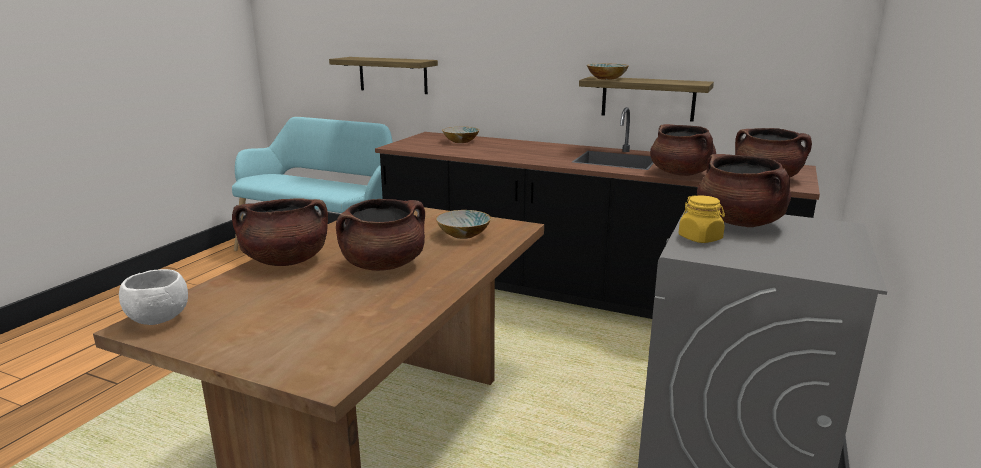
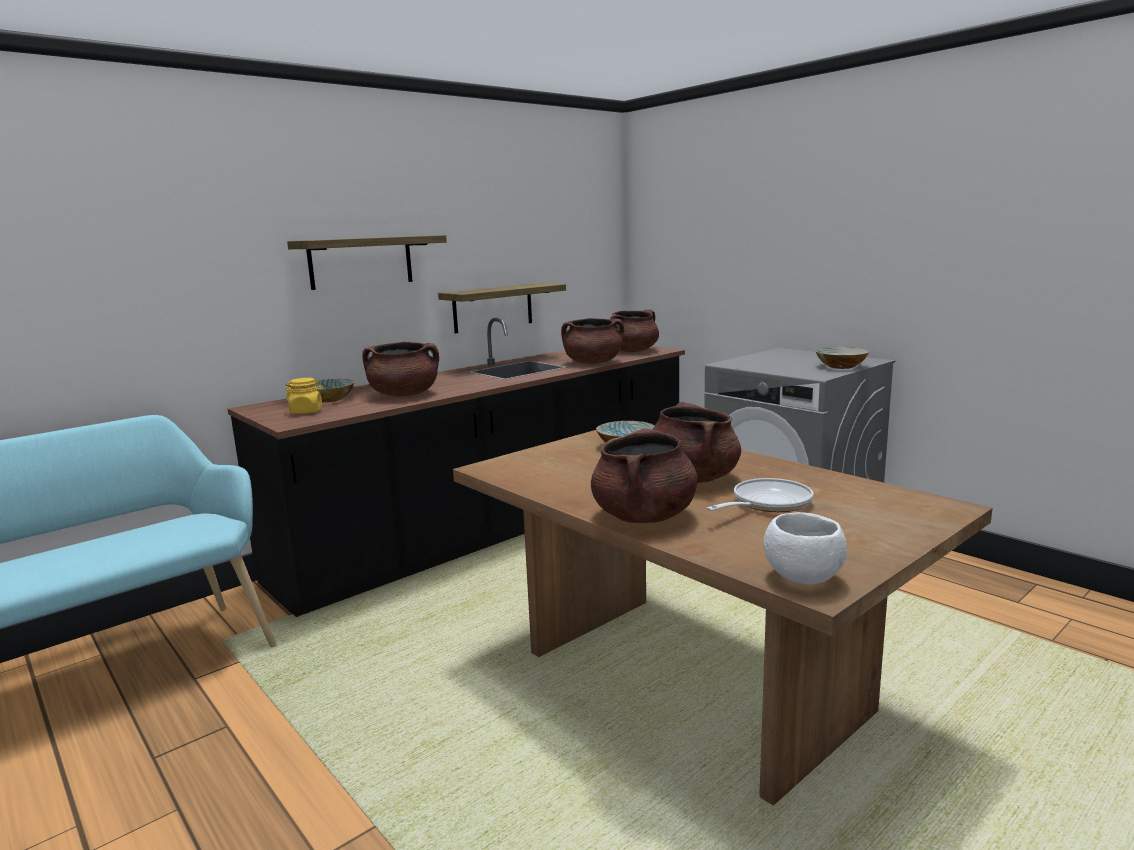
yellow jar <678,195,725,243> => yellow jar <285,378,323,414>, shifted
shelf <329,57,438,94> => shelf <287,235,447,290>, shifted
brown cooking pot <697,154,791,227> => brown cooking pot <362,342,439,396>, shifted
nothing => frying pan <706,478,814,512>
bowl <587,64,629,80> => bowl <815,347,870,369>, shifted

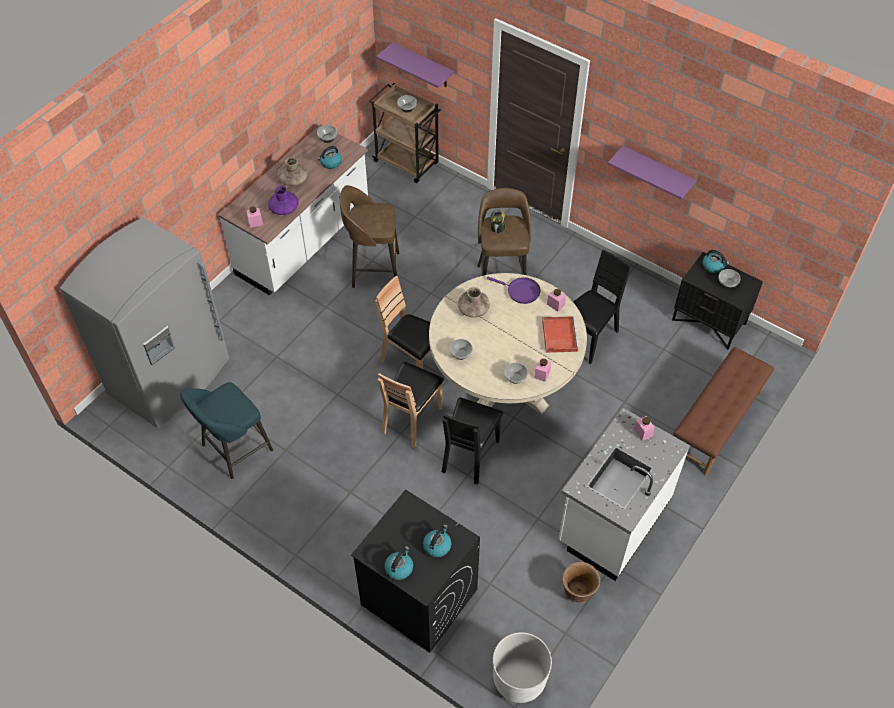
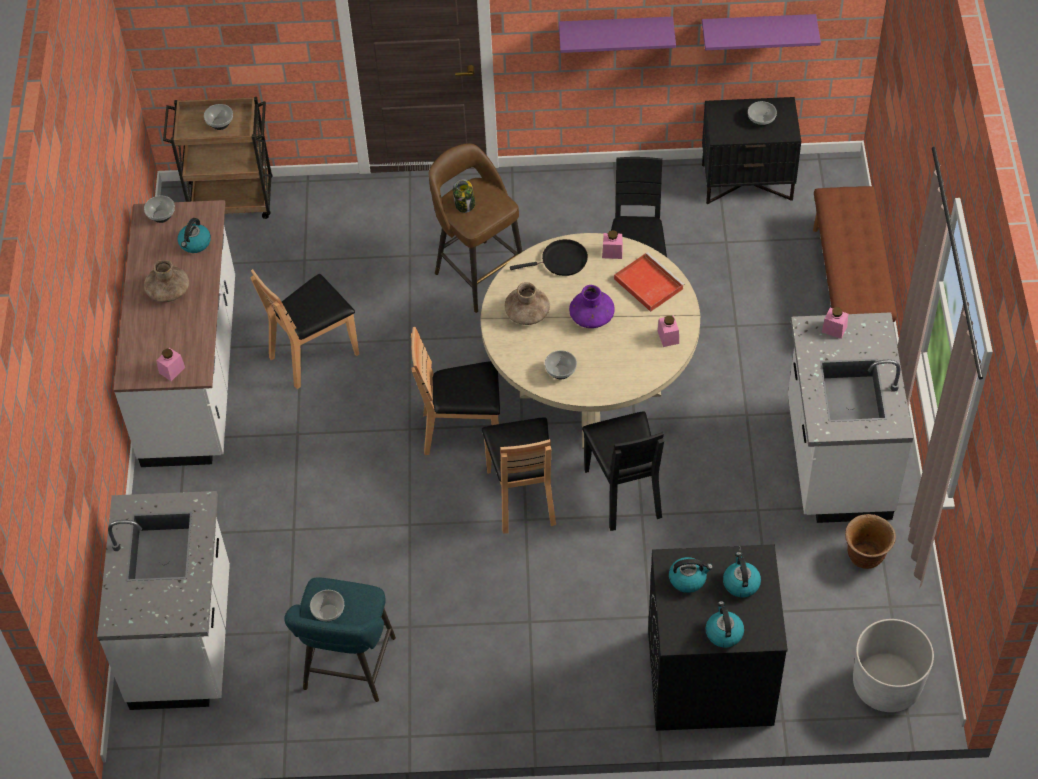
grey fridge <60,217,229,428> => white counter <97,491,230,710>
brown stool <340,185,400,288> => brown chair <250,269,359,389>
bowl <504,363,528,384> => bowl <310,590,344,621>, shifted
purple frying pan <487,277,540,304> => black frying pan <510,239,588,276>
purple vase <268,186,299,215> => purple vase <569,285,615,328>, shifted
kettle <703,250,729,273> => kettle <669,557,713,593>, shifted
purple shelf <376,42,454,88> => purple shelf <702,14,821,50>, shifted

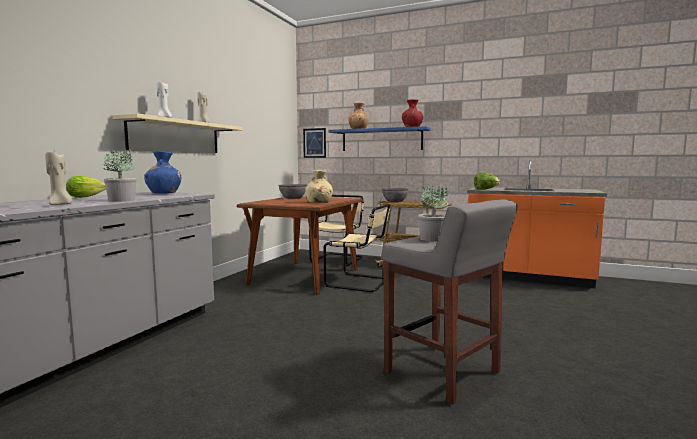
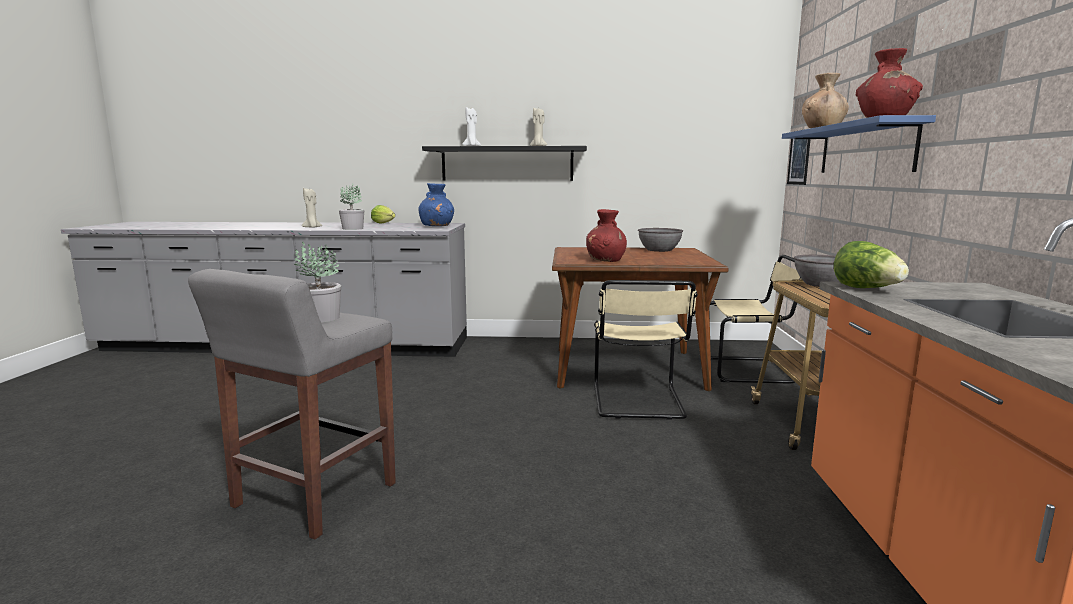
beige shelf <112,113,242,153> => black shelf <422,146,587,181>
beige vase <305,170,333,203> => red vase <586,209,627,262>

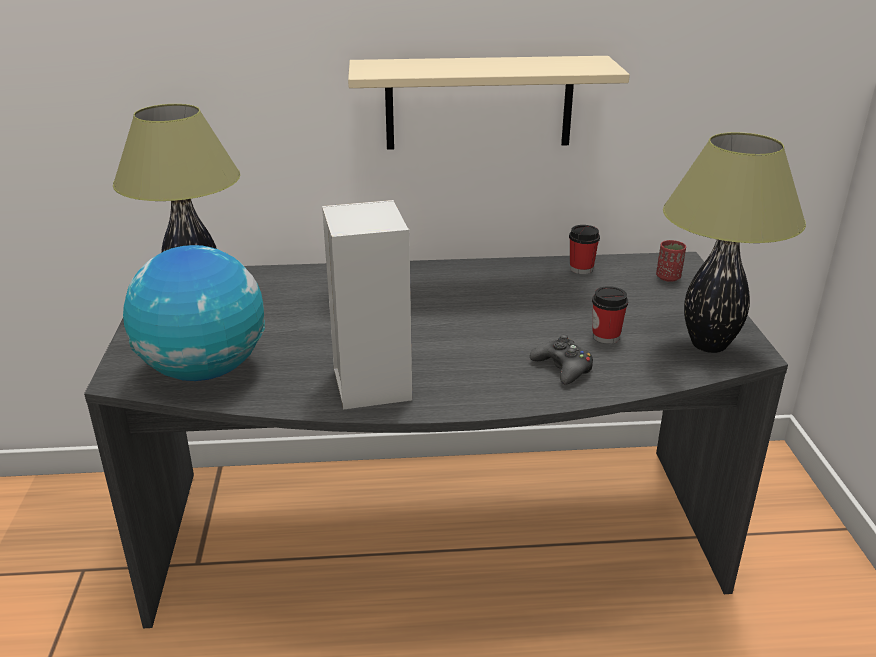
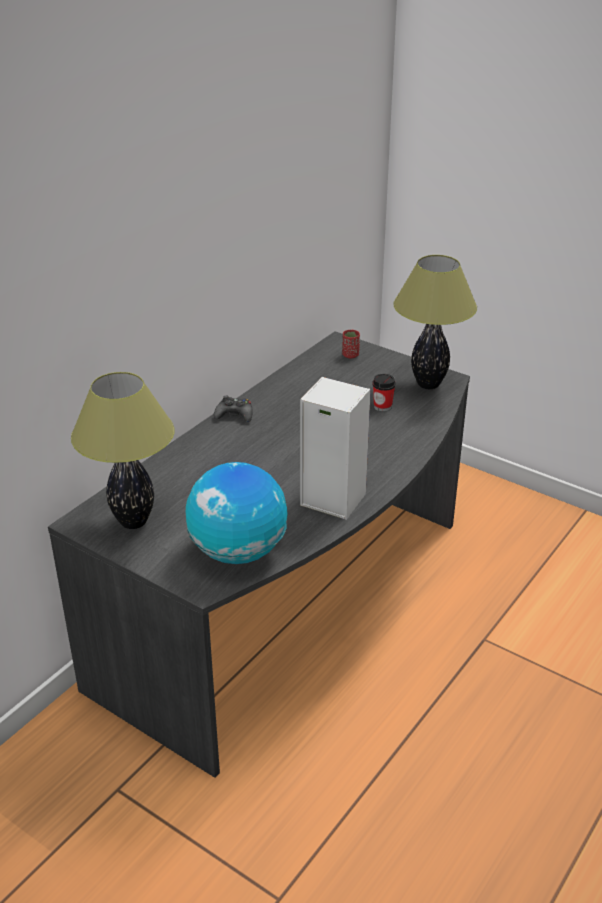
black game controller <530,334,593,385> => black game controller <214,396,253,422>, shifted
beige shelf <348,56,630,150> => nothing
cup <569,225,600,274> => nothing

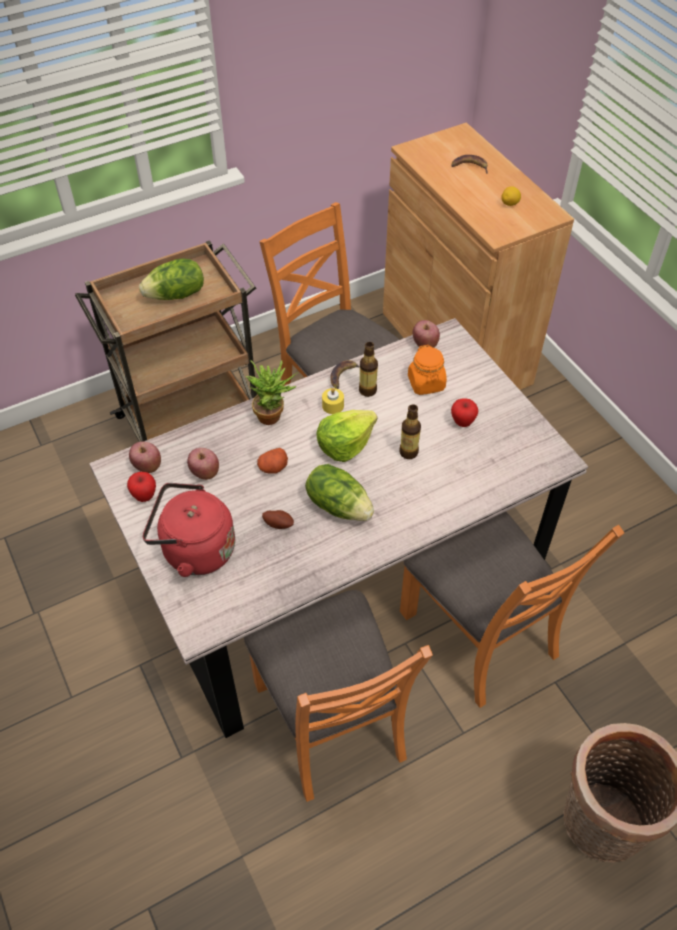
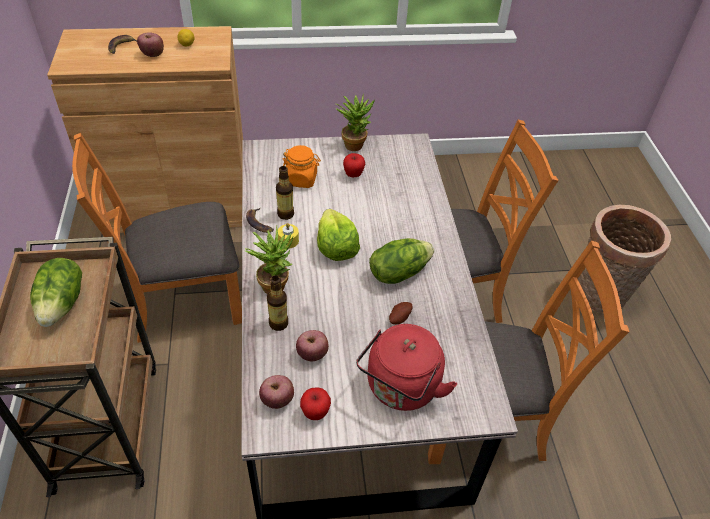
apple <413,320,440,348> => apple <137,33,164,57>, shifted
bottle <399,404,421,459> => bottle <267,275,288,331>, shifted
nothing => potted plant <335,94,375,151>
potato <257,448,288,474> => nothing

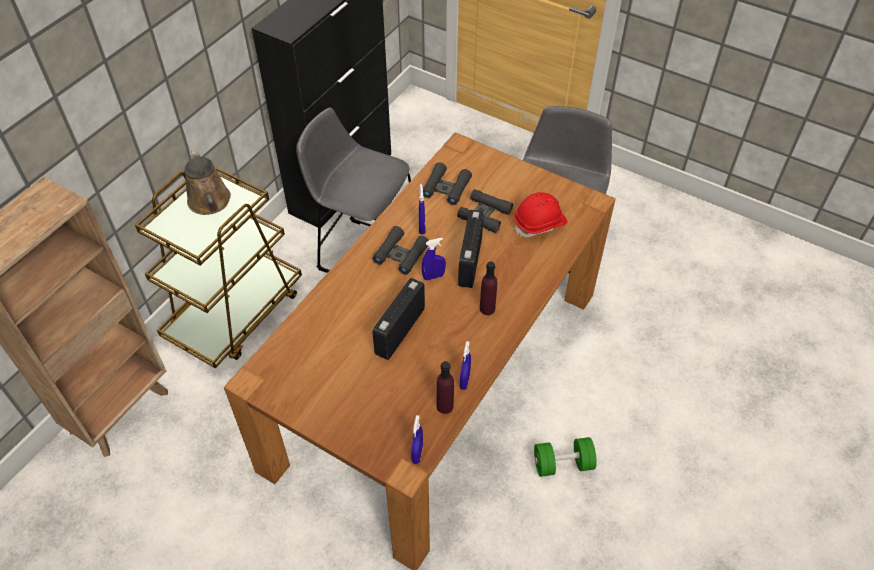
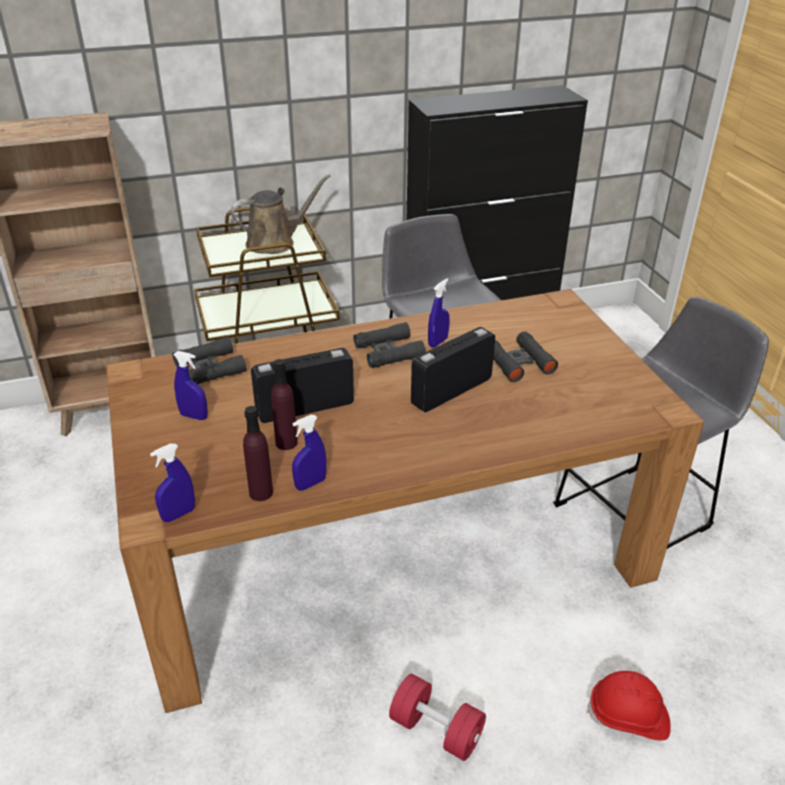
black binoculars <423,162,472,205> => black binoculars <172,337,246,384>, shifted
blue spray bottle <422,238,446,280> => blue spray bottle <173,351,208,420>, shifted
brown watering can <184,148,231,215> => brown watering can <230,174,331,254>, 135 degrees counterclockwise
purple bottle <480,261,497,315> => purple bottle <271,359,298,450>, shifted
green dumbbell <534,437,597,477> => red dumbbell <389,674,486,761>
red hard hat <514,192,567,237> => red hard hat <587,671,671,741>, shifted

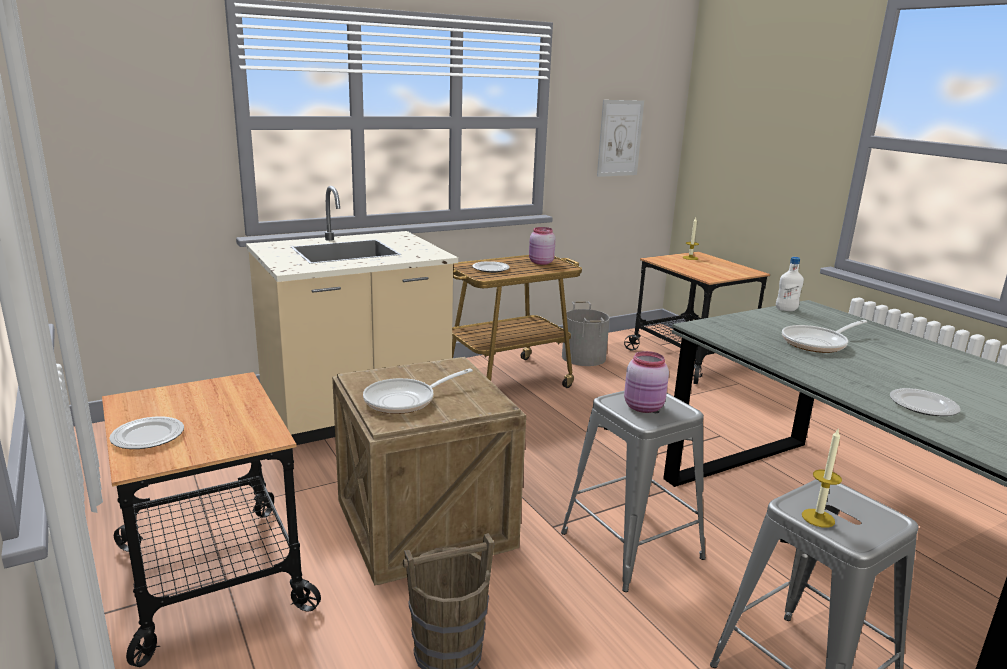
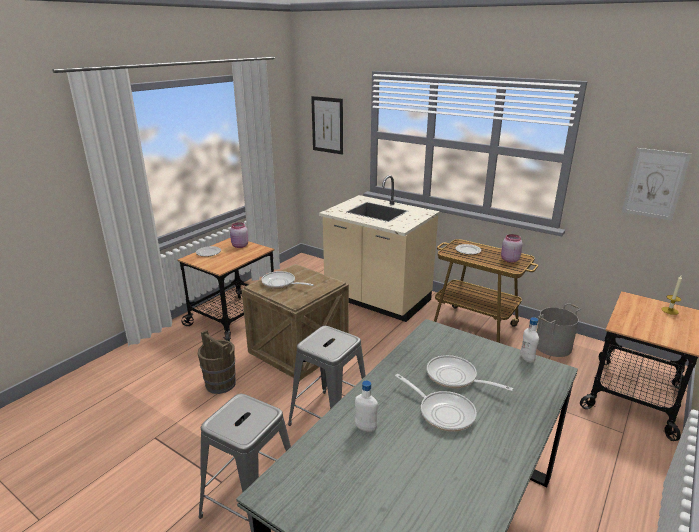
pink jar <624,351,669,413> => pink jar <230,222,249,248>, shifted
nothing => picture <311,96,343,155>
plate <890,388,961,416> => white bottle <355,380,378,432>
nothing => frying pan <395,374,477,432>
candle <802,429,842,528> => nothing

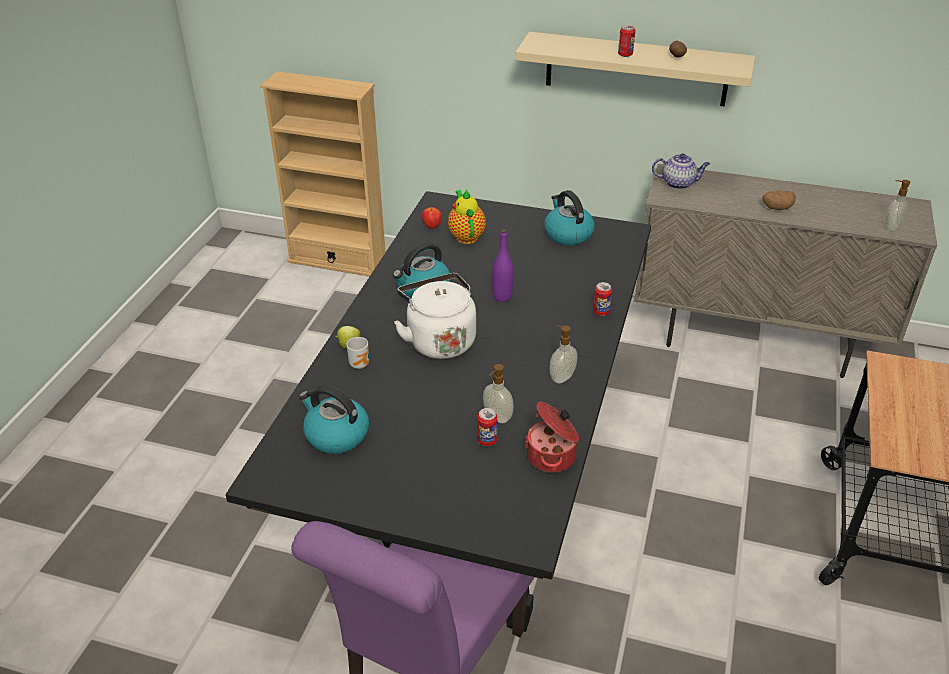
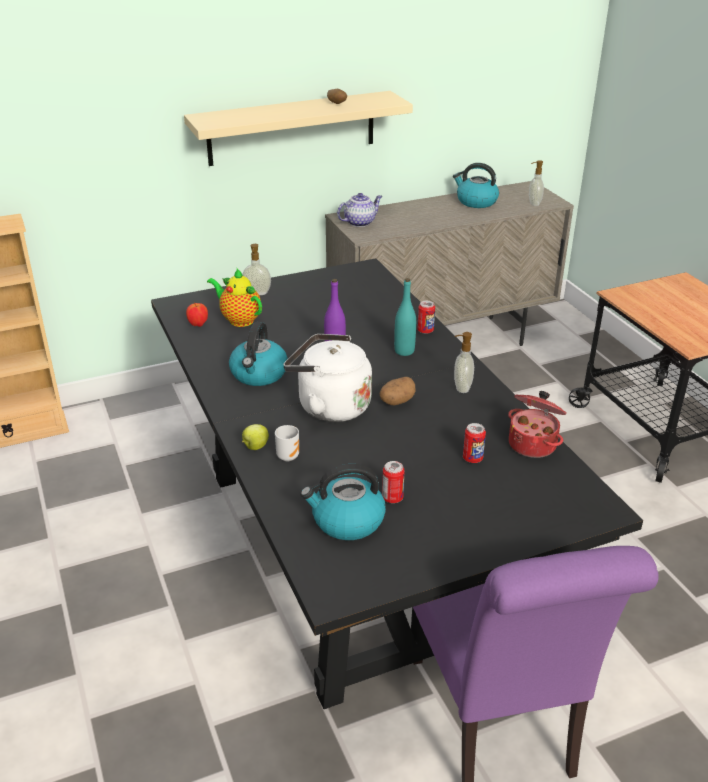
soap dispenser <483,364,514,423> => soap dispenser <242,244,271,295>, shifted
potato <762,190,796,210> => potato <380,377,416,405>, shifted
can <618,25,635,57> => can <382,461,405,503>, shifted
nothing => turquoise bottle <394,278,416,356>
kettle <544,190,595,246> => kettle <453,163,499,208>, shifted

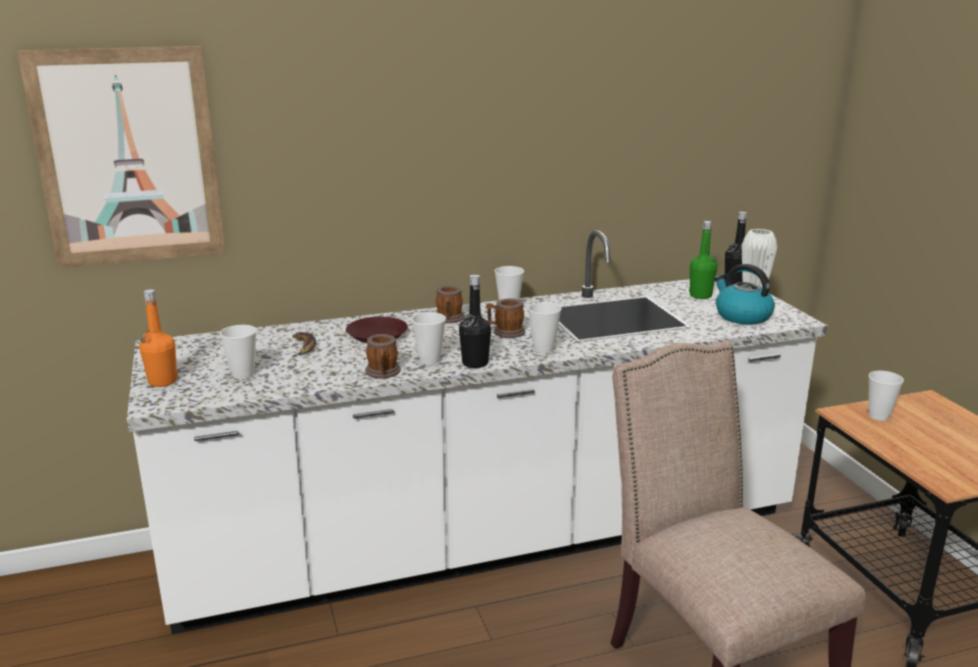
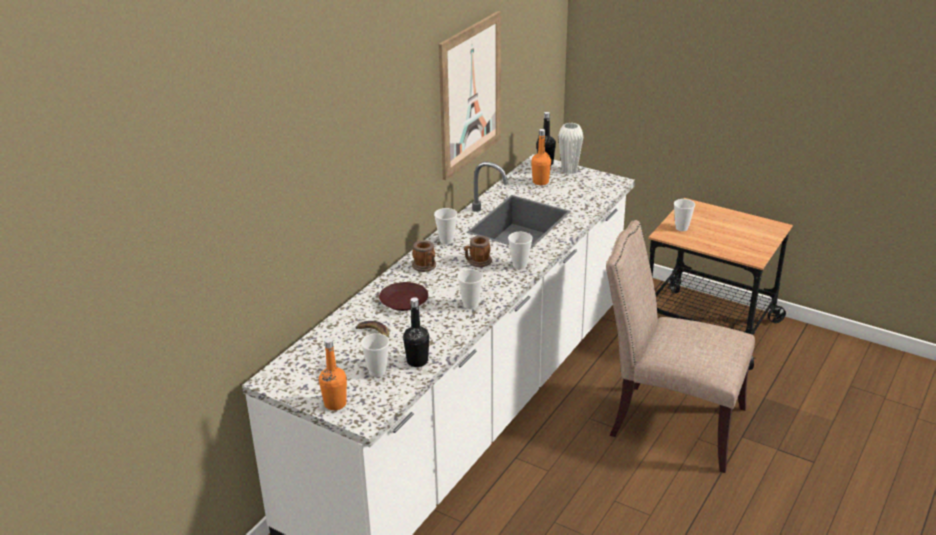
black bottle <459,275,491,368> => black bottle <403,297,429,367>, shifted
picture <17,46,226,268> => picture <439,11,501,180>, shifted
green bottle <689,221,717,299> => orange bottle <531,129,551,185>
mug <365,334,401,379> => nothing
kettle <714,264,775,325> => nothing

